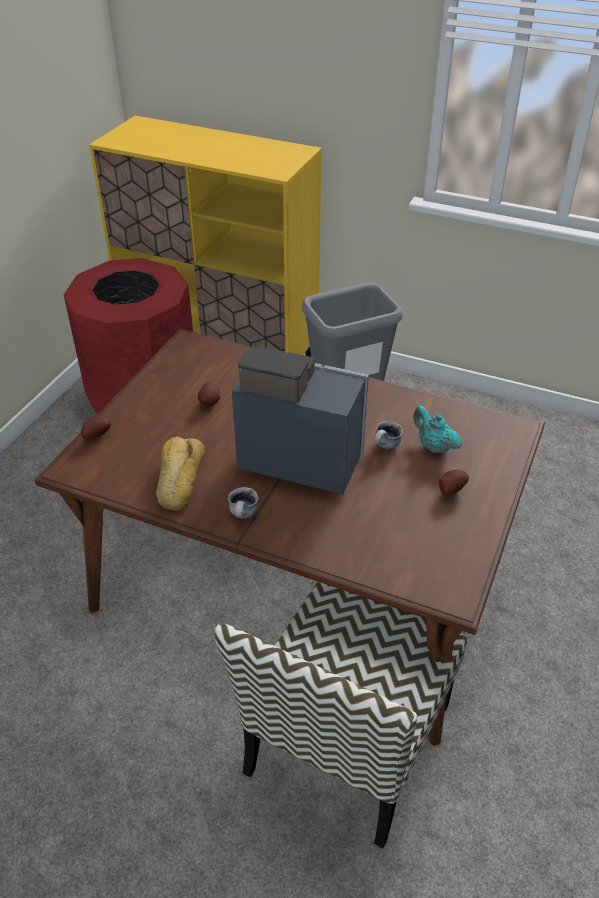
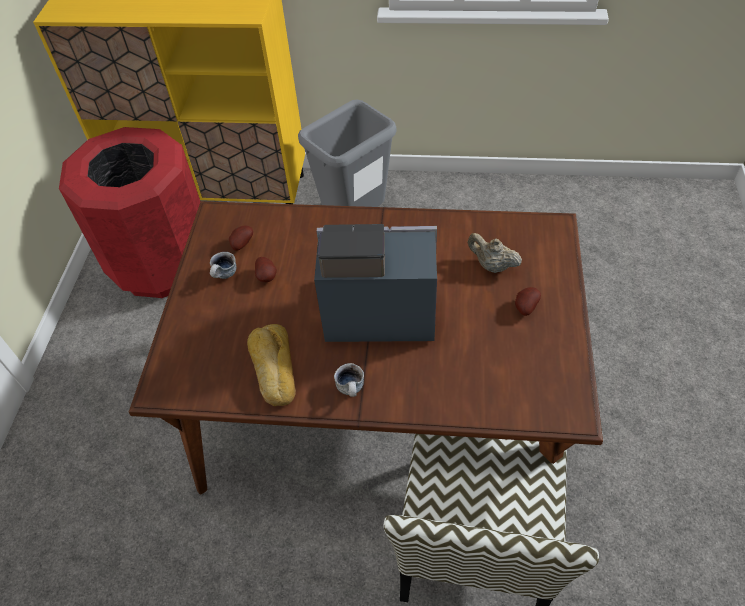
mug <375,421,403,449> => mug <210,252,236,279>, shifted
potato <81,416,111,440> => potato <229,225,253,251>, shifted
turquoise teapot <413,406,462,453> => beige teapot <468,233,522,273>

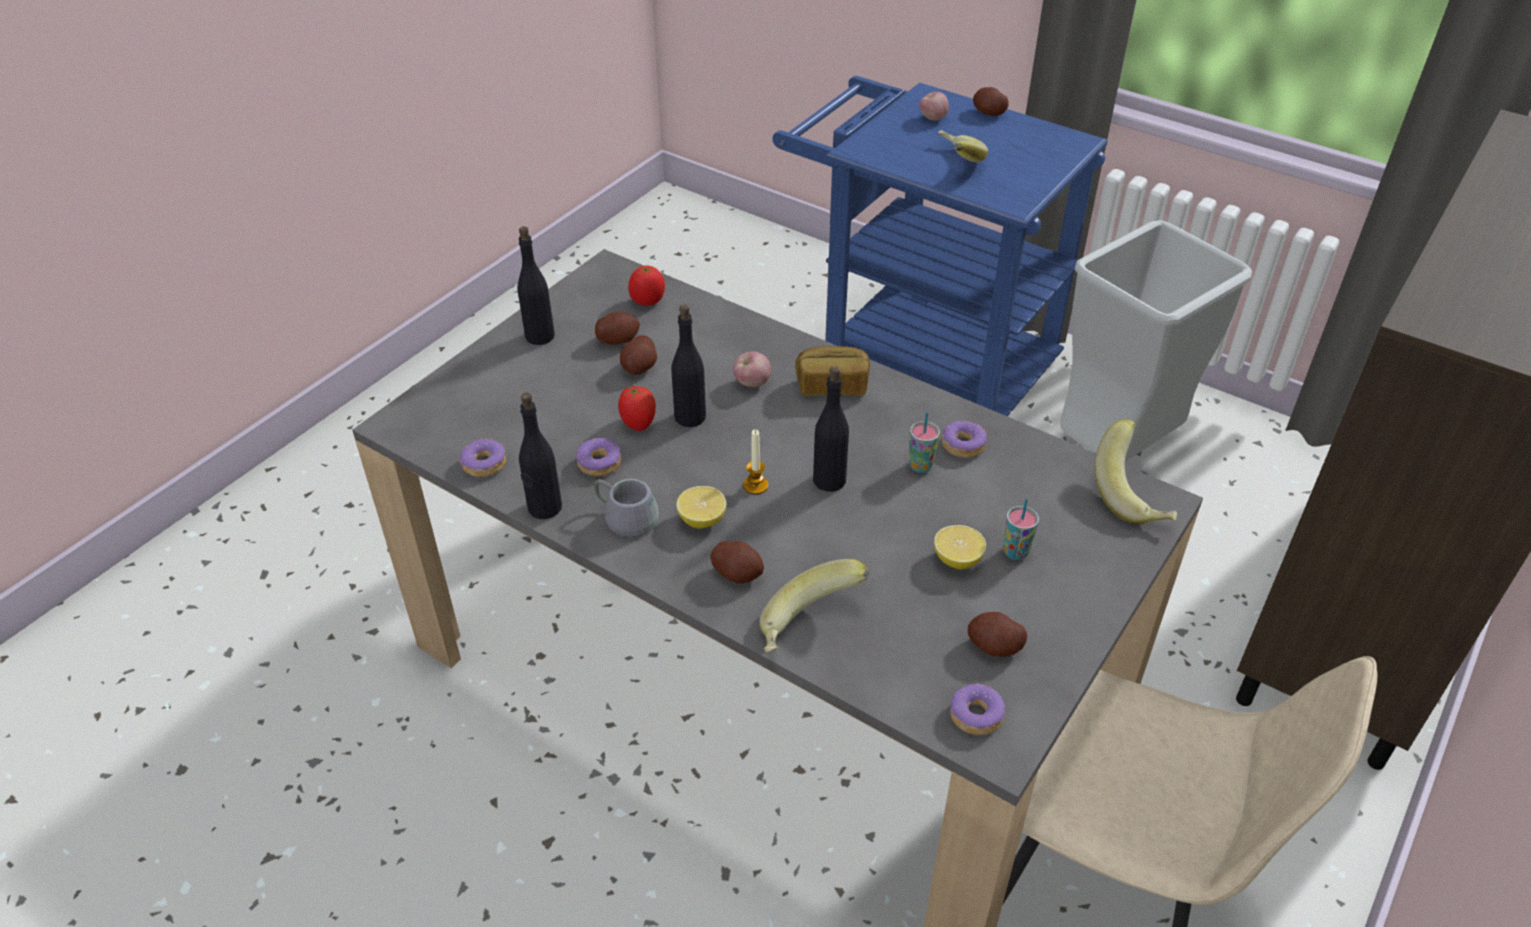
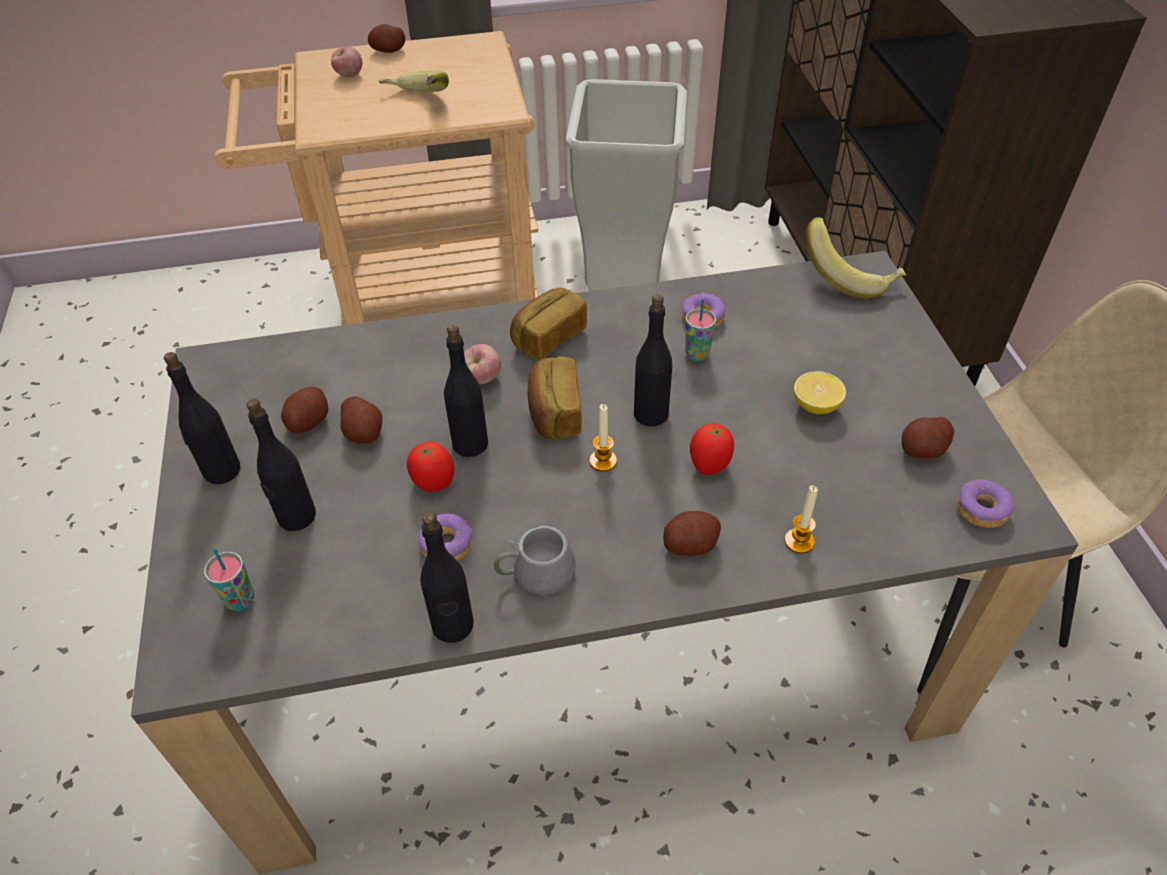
cup <1003,498,1039,560> => cup <204,548,254,611>, shifted
blue cart <773,76,1108,417> => beige cart <214,31,539,325>
nothing => black bottle <246,398,316,531>
nothing => bread <527,356,582,439>
tomato <629,265,665,306> => tomato <690,423,734,475>, shifted
banana <759,559,869,653> => candle <785,485,818,554>
donut <460,438,506,477> => nothing
lemon <676,486,727,529> => nothing

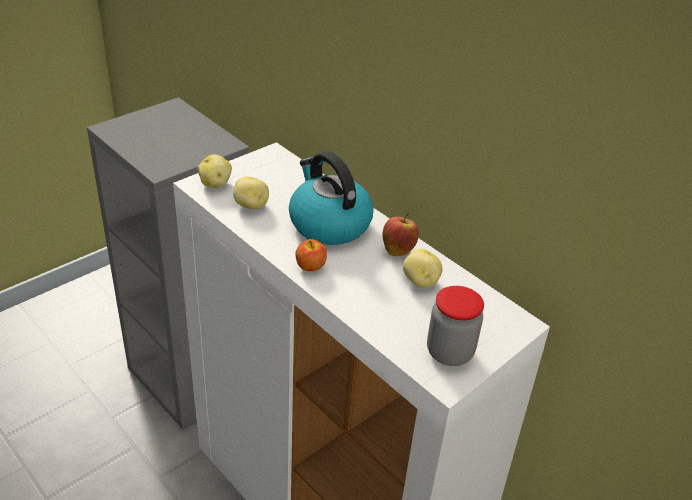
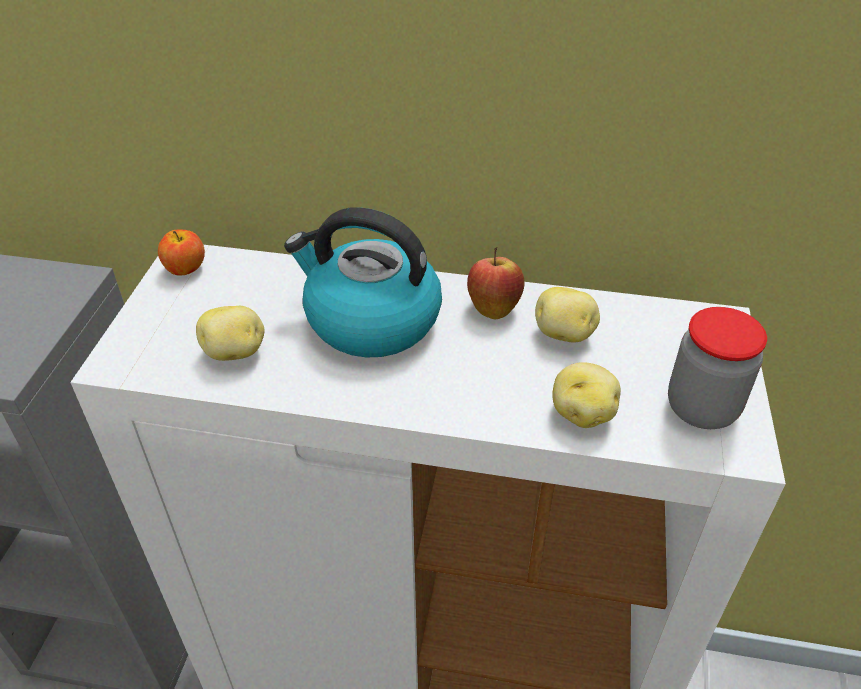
apple <295,239,327,271> => apple <158,229,205,276>, shifted
potato <198,155,232,188> => potato <552,362,621,428>, shifted

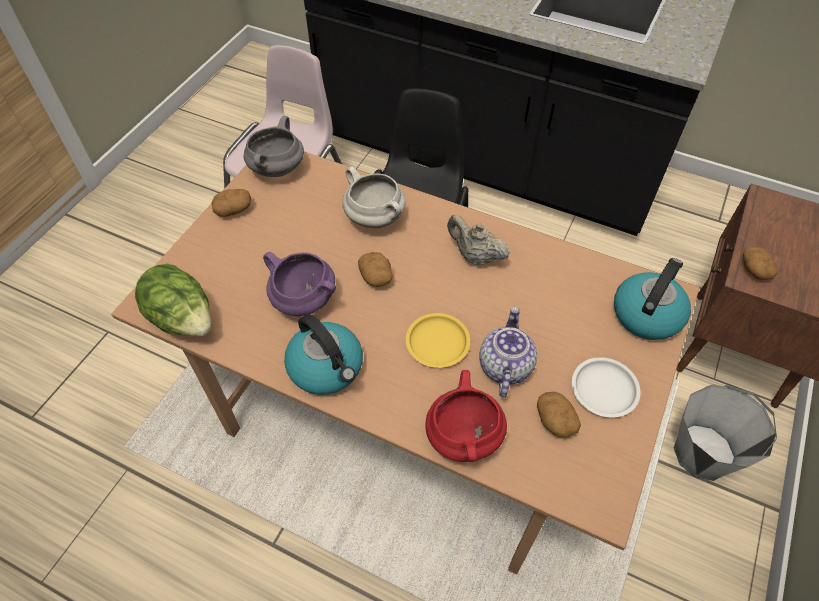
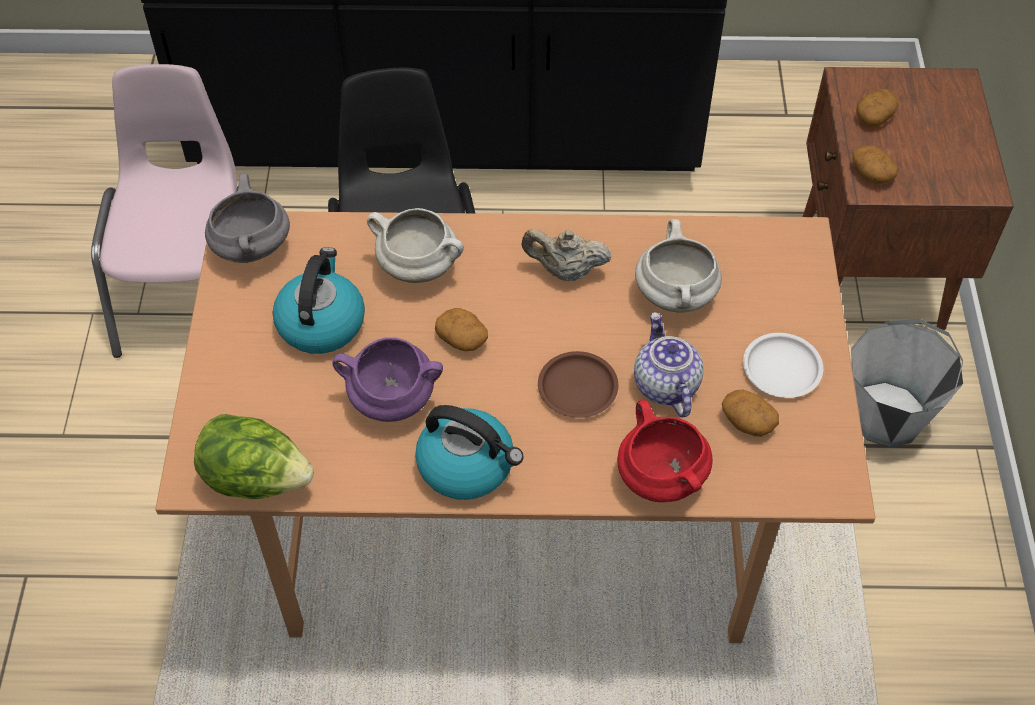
kettle <614,258,691,340> => kettle <273,247,365,354>, shifted
yellow plate <406,313,470,368> => brown plate <538,351,619,418>
nothing => white cooking pot <635,219,722,313>
potato <212,189,251,217> => potato <856,89,899,127>, shifted

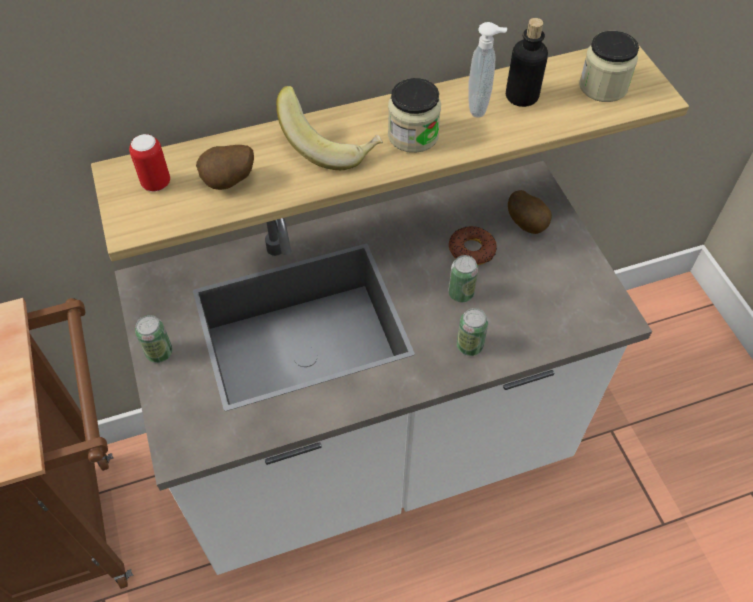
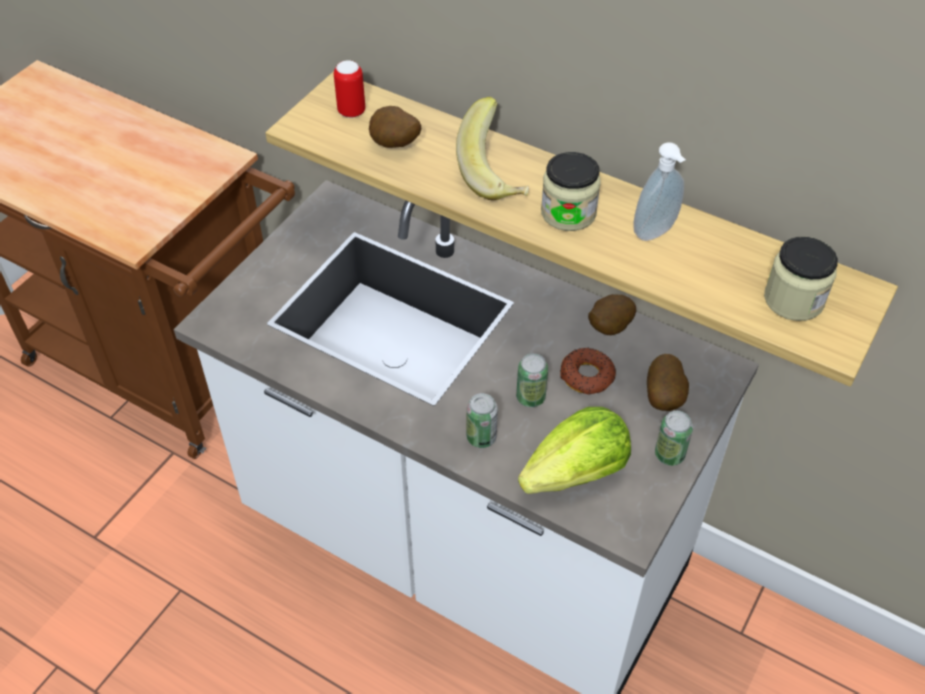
nothing => lettuce <518,407,631,494>
nothing => potato <588,294,636,335>
can <135,315,173,363> => can <655,411,693,466>, shifted
bottle <506,18,548,107> => nothing

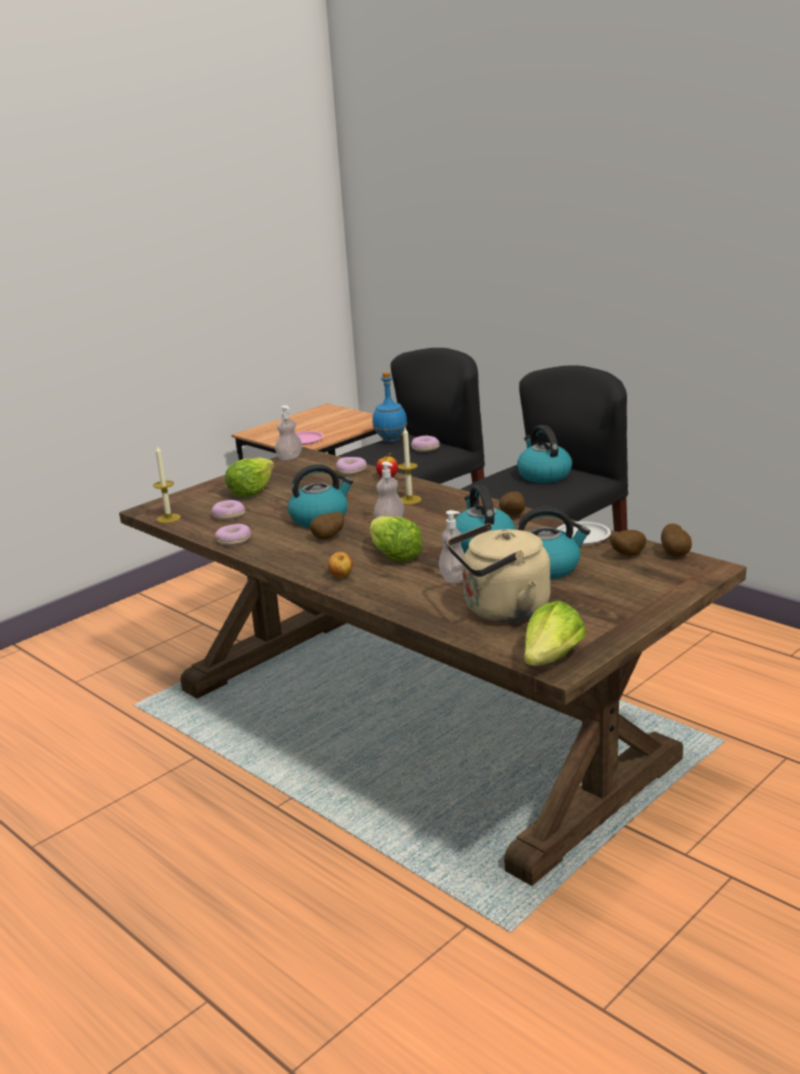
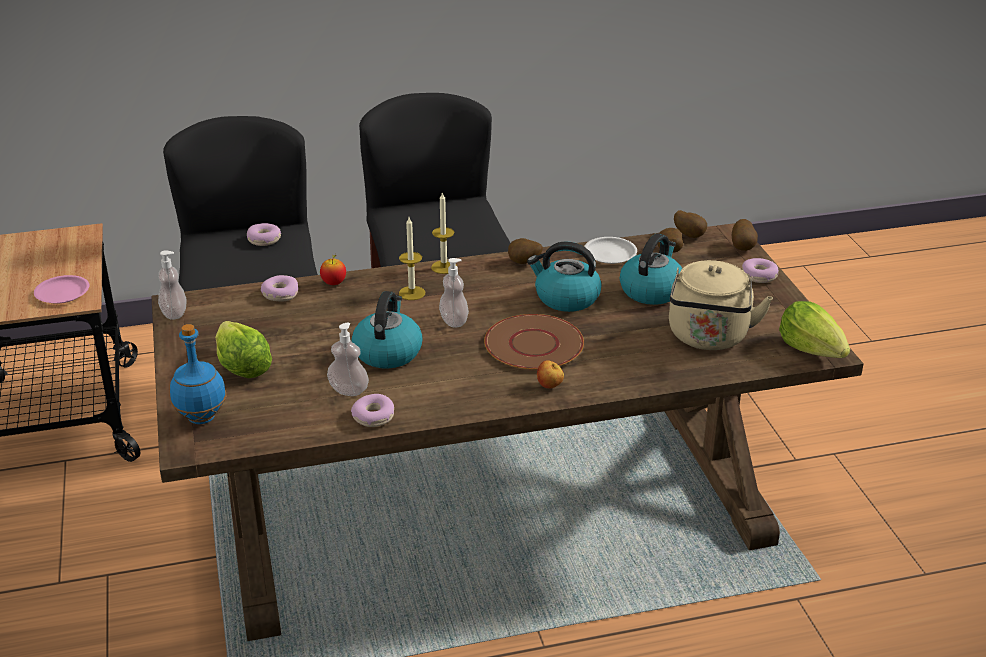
blue bottle <372,372,407,442> => blue bottle <170,324,226,424>, shifted
soap dispenser <439,510,465,583> => soap dispenser <327,322,369,396>, shifted
candle <153,445,181,523> => candle <431,193,457,274>, shifted
lettuce <370,516,423,562> => brown plate <484,314,584,371>
potato <310,512,344,540> => potato <732,219,758,251>, shifted
donut <212,500,245,520> => donut <742,258,779,283>, shifted
kettle <517,425,572,483> => nothing

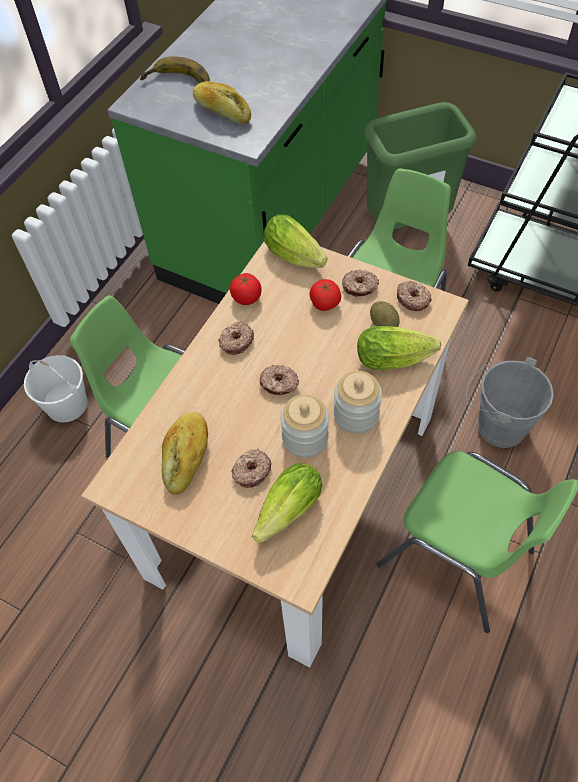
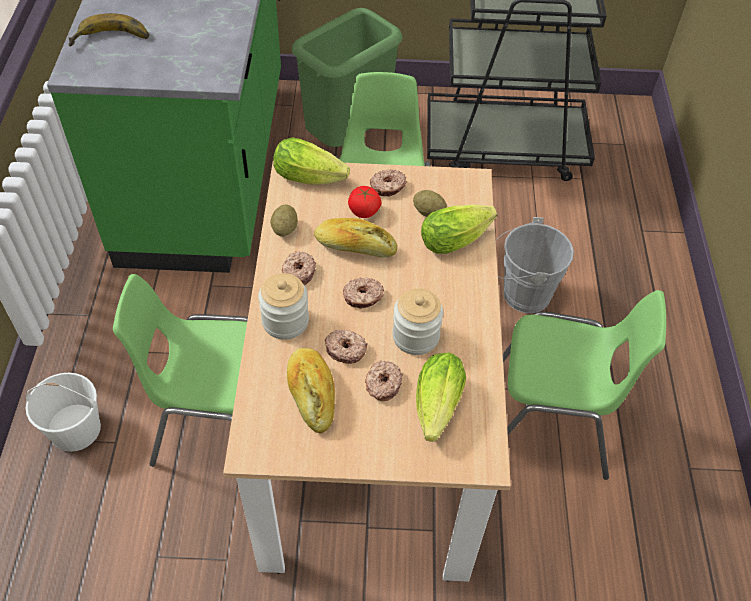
jar <334,371,382,434> => jar <258,273,309,340>, shifted
tomato <230,273,262,305> => potato <270,204,298,237>
bread <193,81,251,124> => bread <314,218,397,258>, shifted
donut <397,281,432,311> => donut <325,330,367,364>, shifted

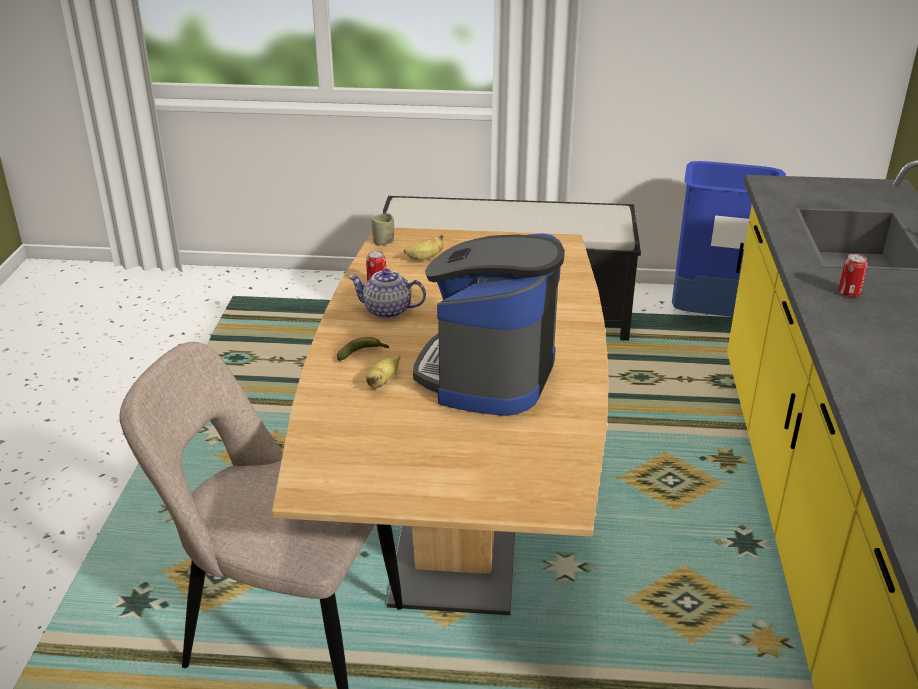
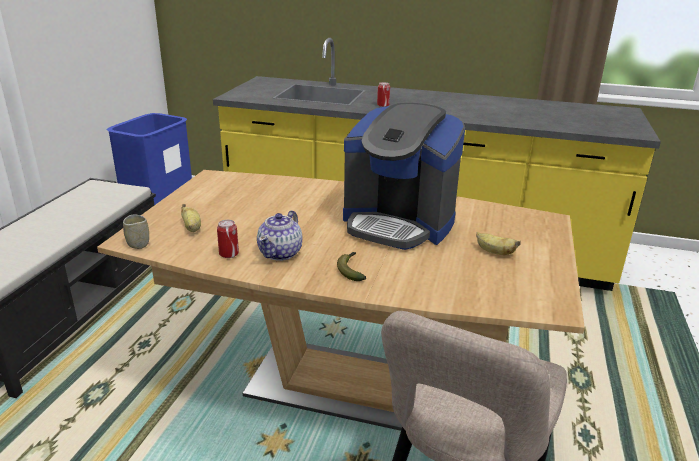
banana <366,355,400,389> => banana <476,232,521,255>, shifted

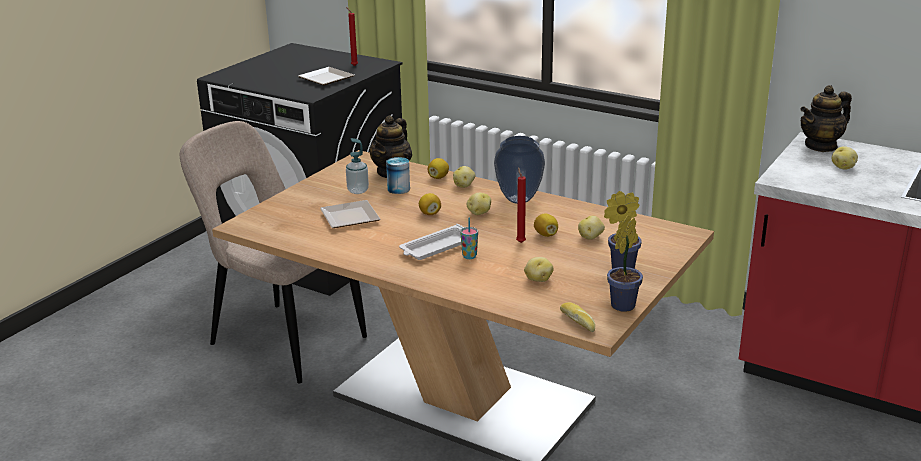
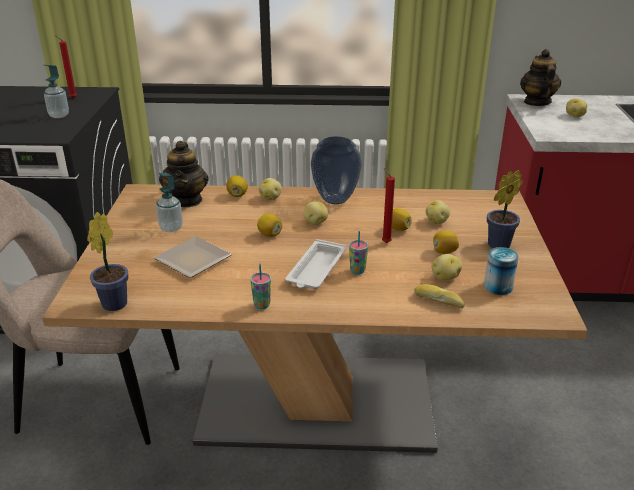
plate <298,67,354,85> => soap dispenser <43,65,69,118>
potted plant <607,215,643,312> => potted plant <87,212,128,311>, shifted
nothing => cup <250,264,271,309>
bread <560,302,595,332> => bread <414,284,465,309>, shifted
nothing => lemon <433,231,459,254>
can <386,157,410,194> => can <484,247,519,295>, shifted
teapot <800,85,852,152> => teapot <520,49,561,106>, 150 degrees clockwise

